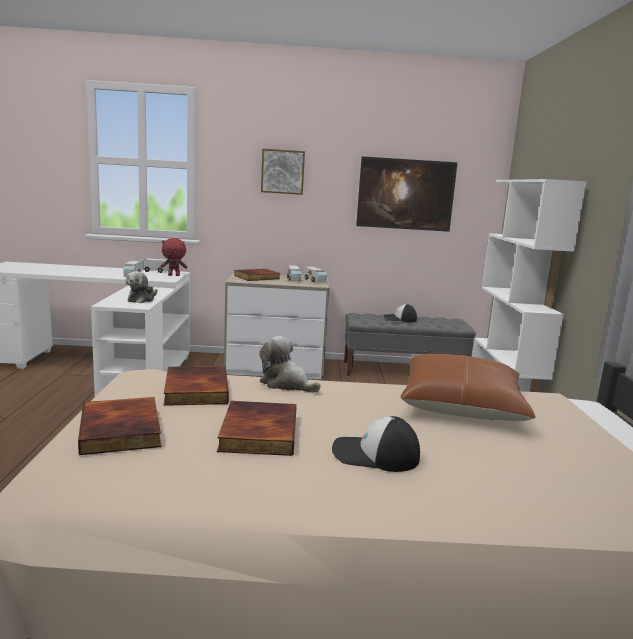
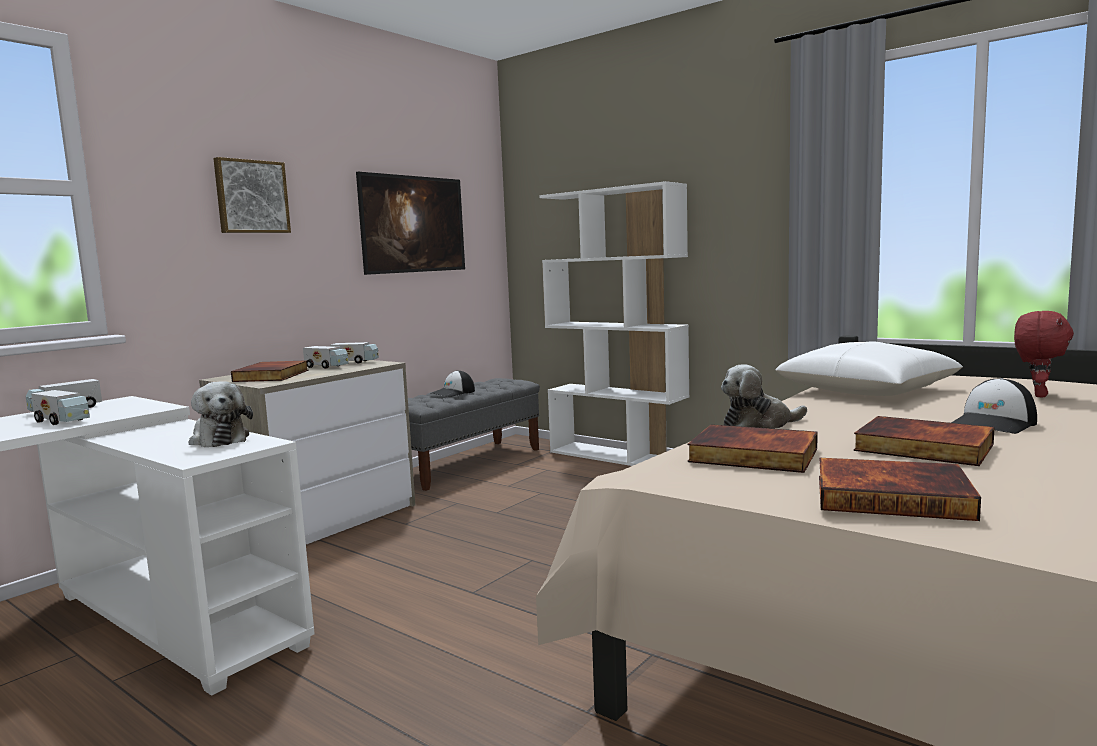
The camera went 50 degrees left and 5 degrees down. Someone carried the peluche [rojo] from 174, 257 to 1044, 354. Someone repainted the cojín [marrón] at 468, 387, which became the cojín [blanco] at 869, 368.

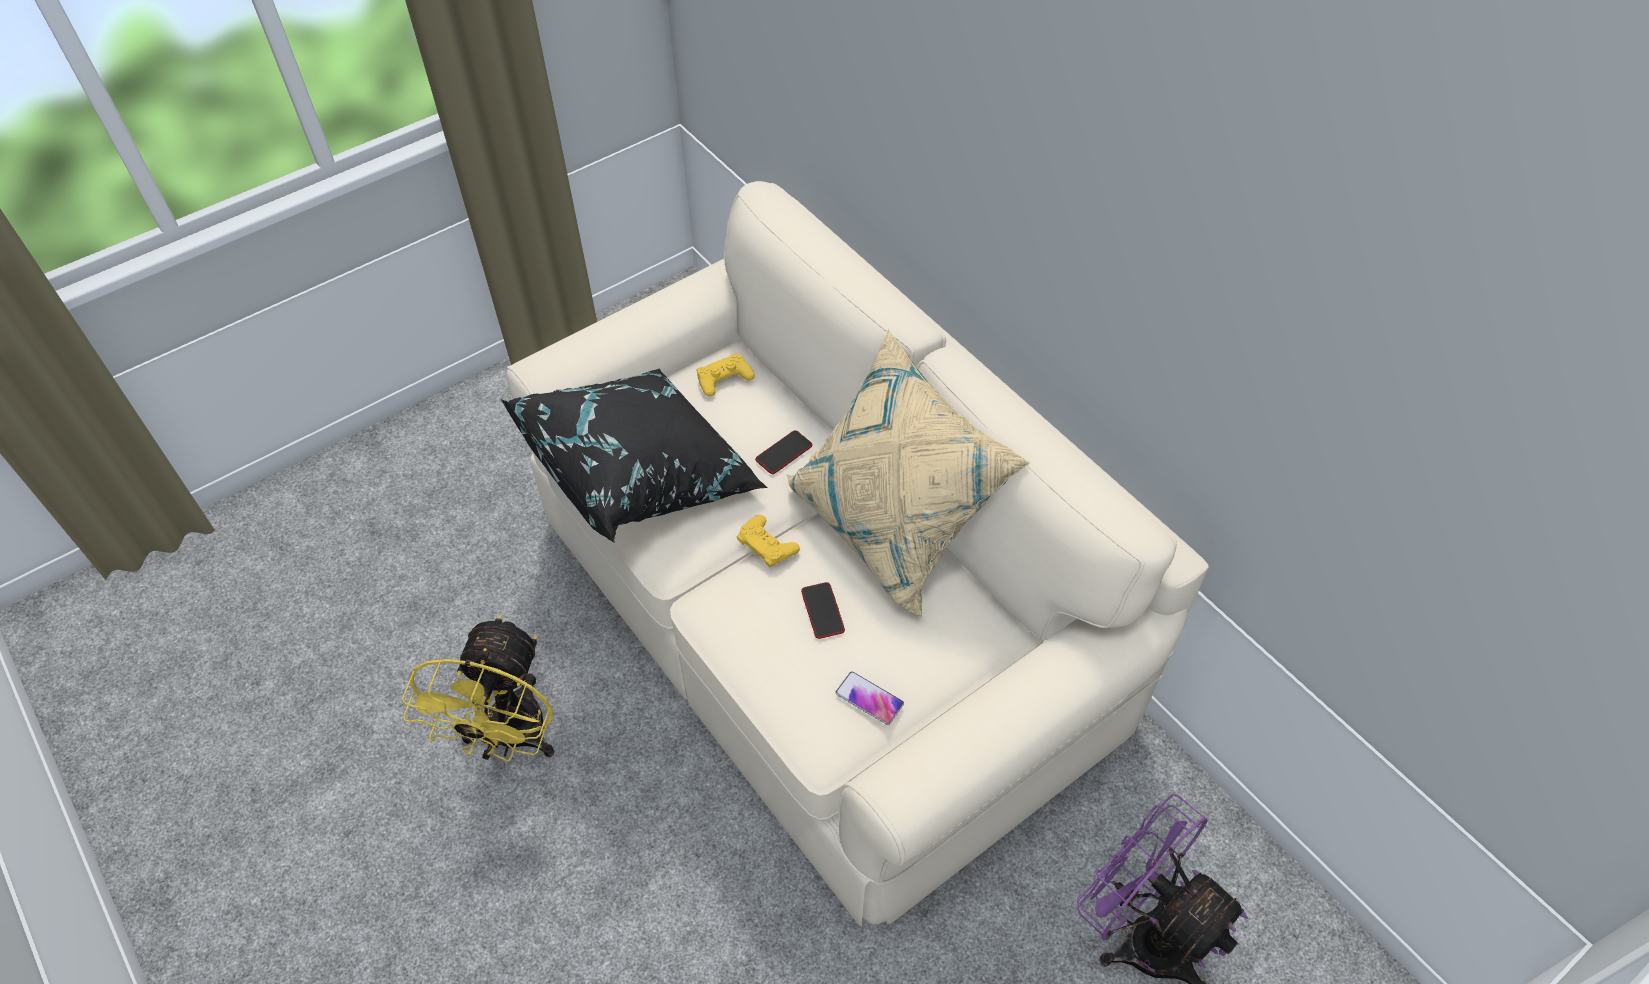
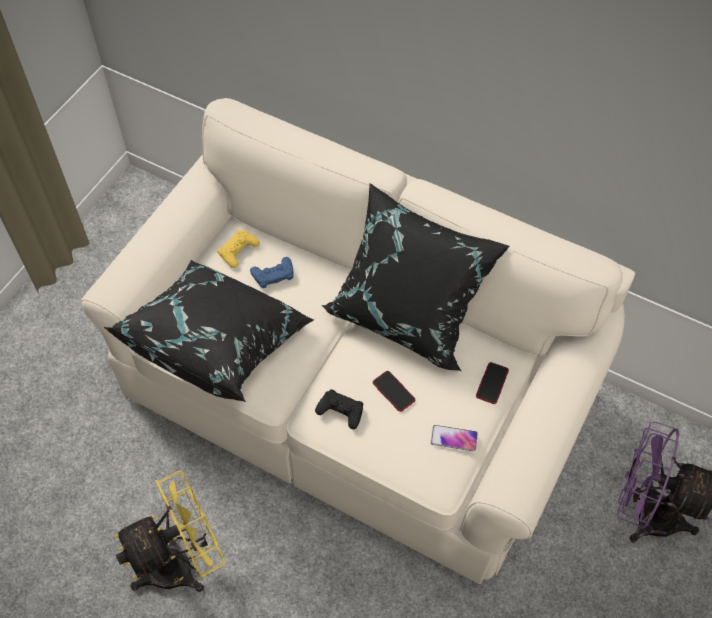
The camera went 25 degrees left and 5 degrees up. Someone took away the mando de consola [amarillo] at 768, 541. Someone put down the mando de consola [azul] at 271, 272. Someone put down the mando de consola [negro] at 339, 409. Someone carried the móvil from 783, 452 to 492, 383. Someone repainted the cojín [beis] at 908, 473, which became the cojín [negro] at 416, 277. Someone rotated the ventilador [amarillo] at 478, 688 by 105 degrees counterclockwise.

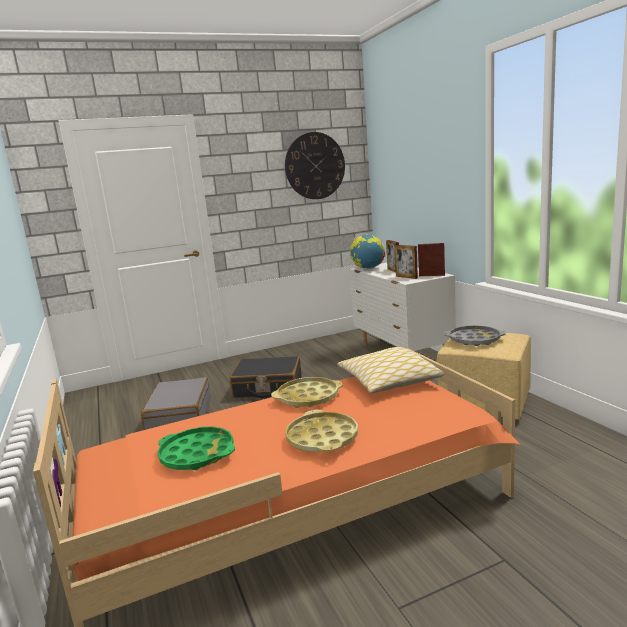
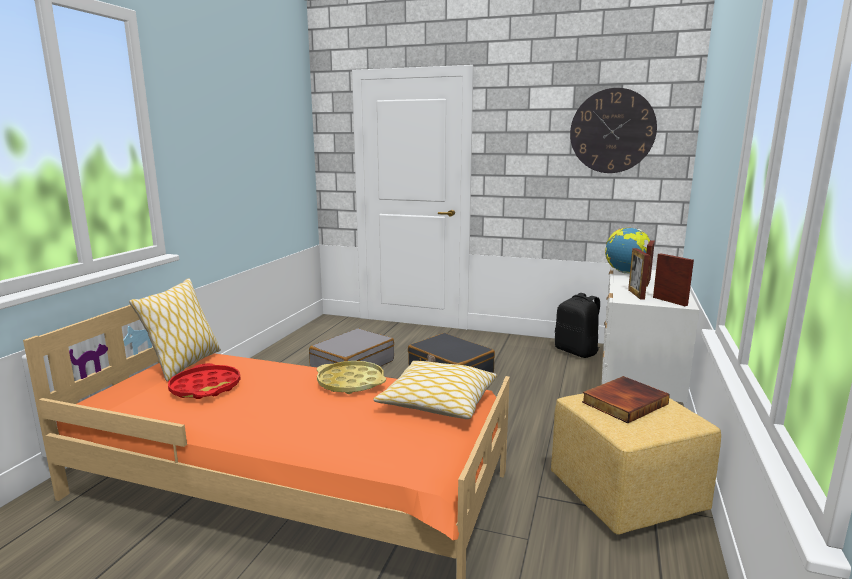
The camera went 40 degrees right and 0 degrees up. Someone took away the bandeja [amarillo] at 321, 431. Someone put down the cojín at 175, 330. Someone put down the mochila [negro] at 577, 325. Someone swapped the bandeja [gris] at 475, 335 for the libro at 626, 399. Someone repainted the bandeja [verde] at 196, 448, which became the bandeja [rojo] at 204, 381.

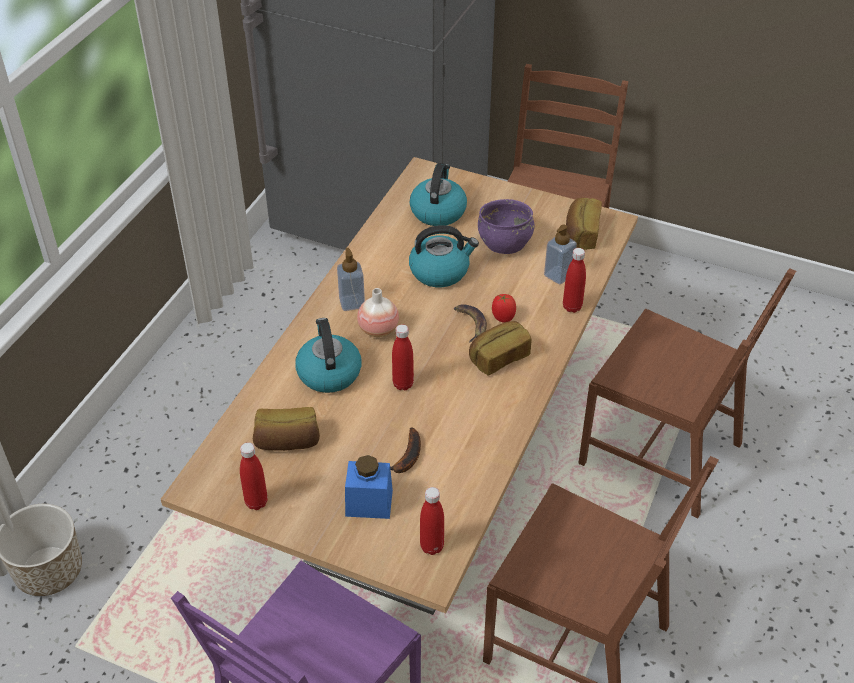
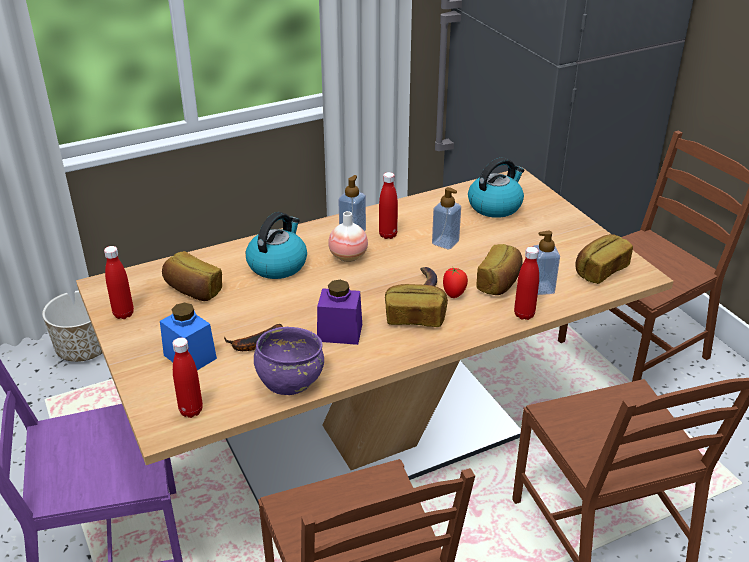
The camera went 40 degrees right and 10 degrees down. Someone put down the tarro [morado] at 339, 312. Someone put down the pan at 499, 269. Someone carried the botella [rojo] from 403, 357 to 388, 205. Someone carried the cuenco [morado] from 506, 226 to 289, 361. Someone swapped the hervidor at 444, 256 for the dispensador de jabón at 446, 218.

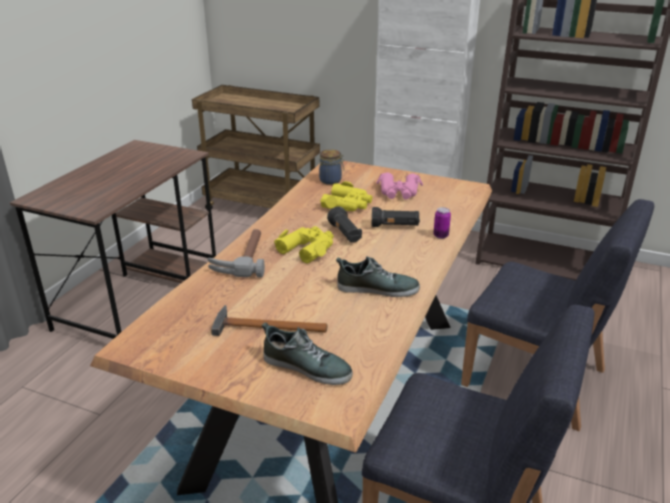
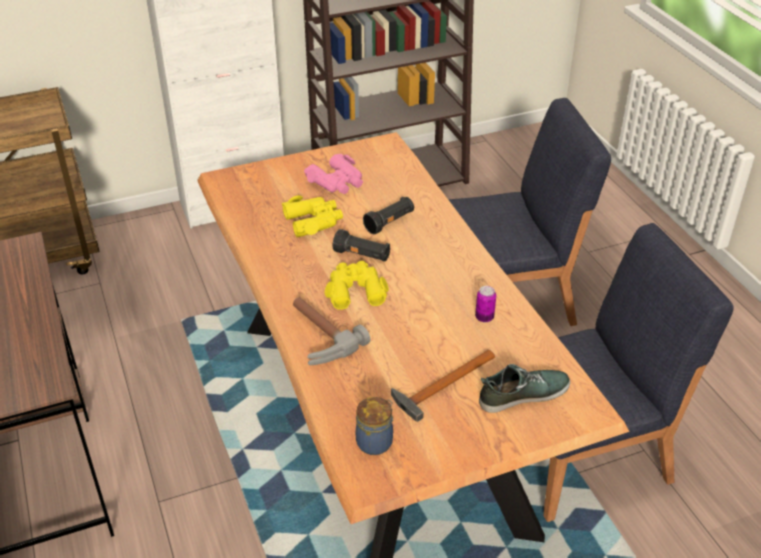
The camera went 45 degrees left and 10 degrees up. Someone took away the zapato at 378, 276. Someone carried the tarro from 331, 167 to 374, 426. Someone carried the lata from 442, 223 to 485, 304.

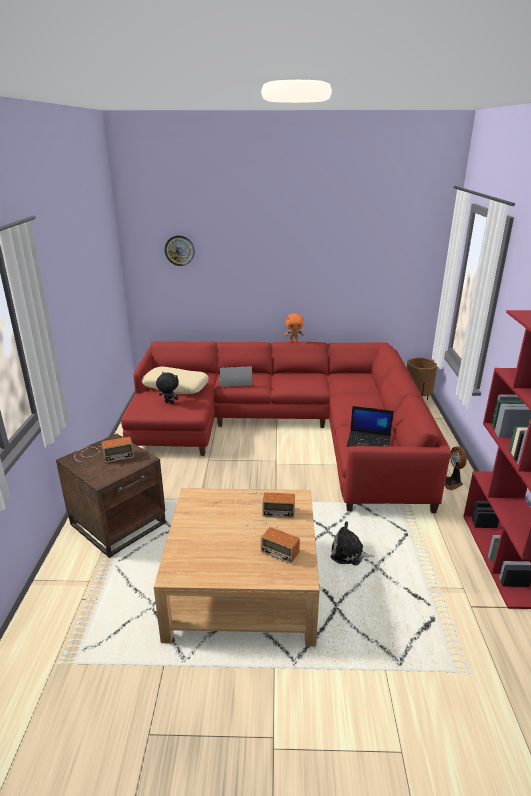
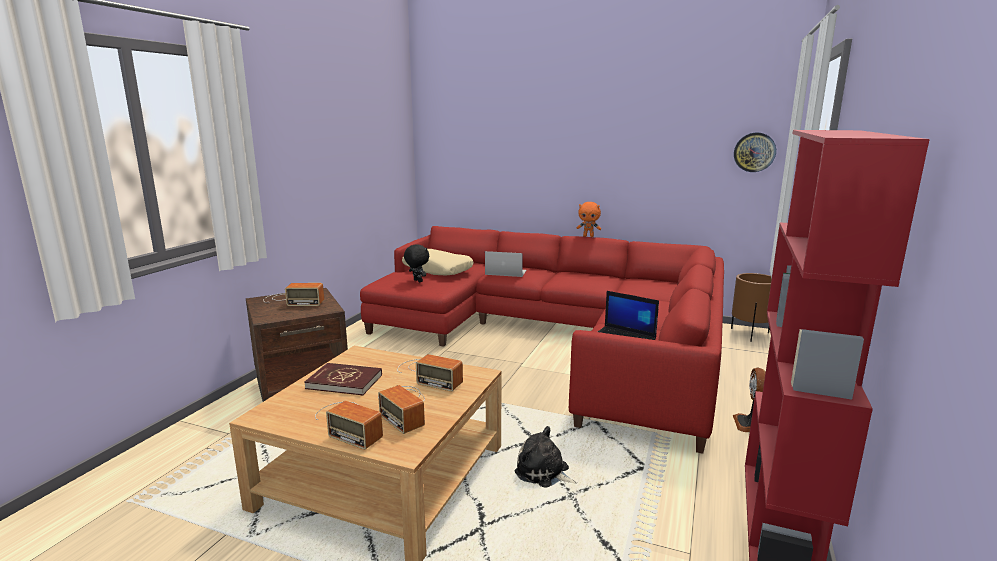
The camera went 20 degrees right and 10 degrees down. Someone put down the libro [rojo] at 343, 379. Someone put down the radio at 349, 425. Someone carried the reloj de pared from 180, 250 to 755, 152.

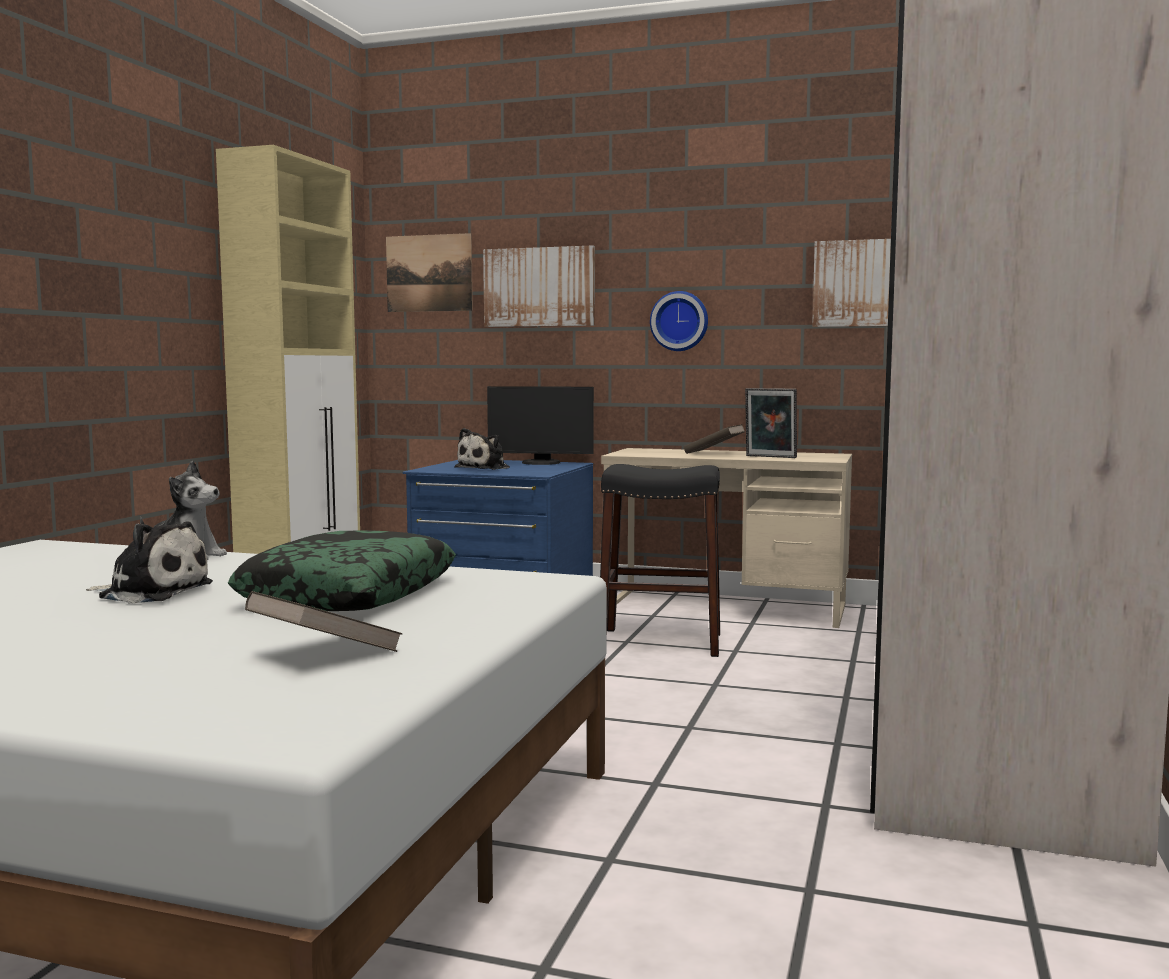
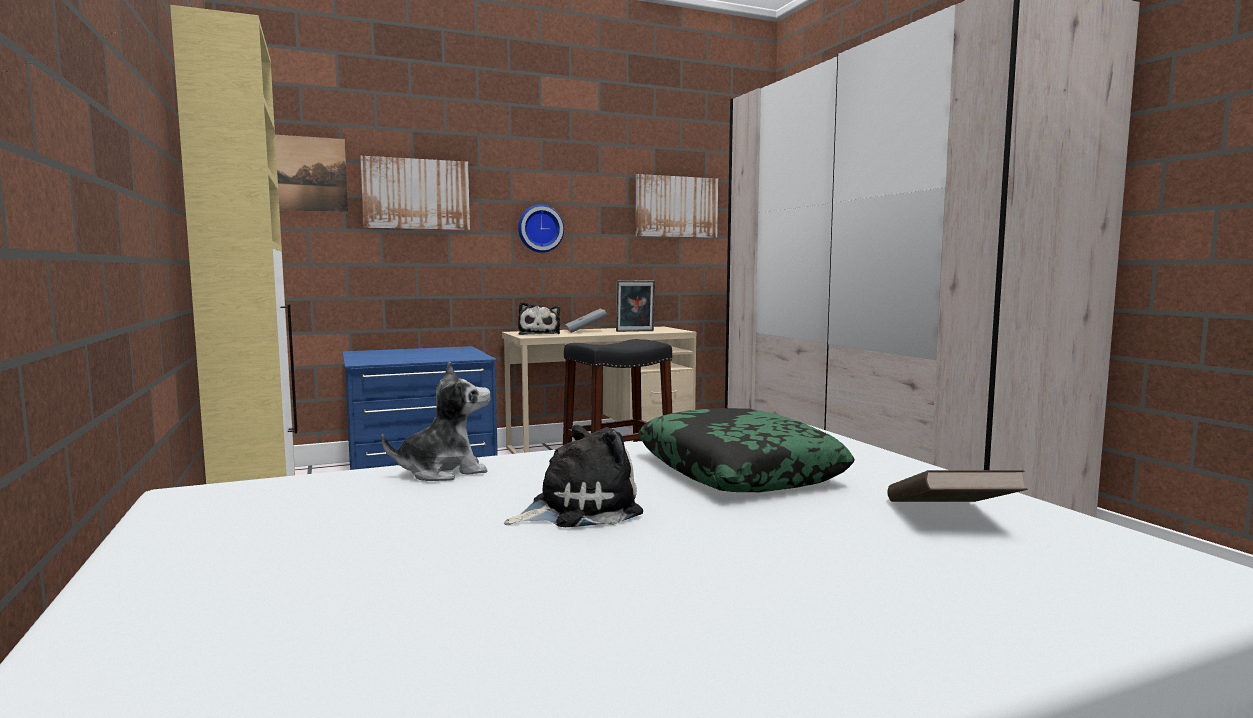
The camera went 40 degrees left and 0 degrees up. Someone took away the monitor at 540, 425. Someone carried the peluche from 482, 449 to 539, 318. Someone repainted the libro [marrón] at 715, 439, which became the libro [gris] at 586, 320.

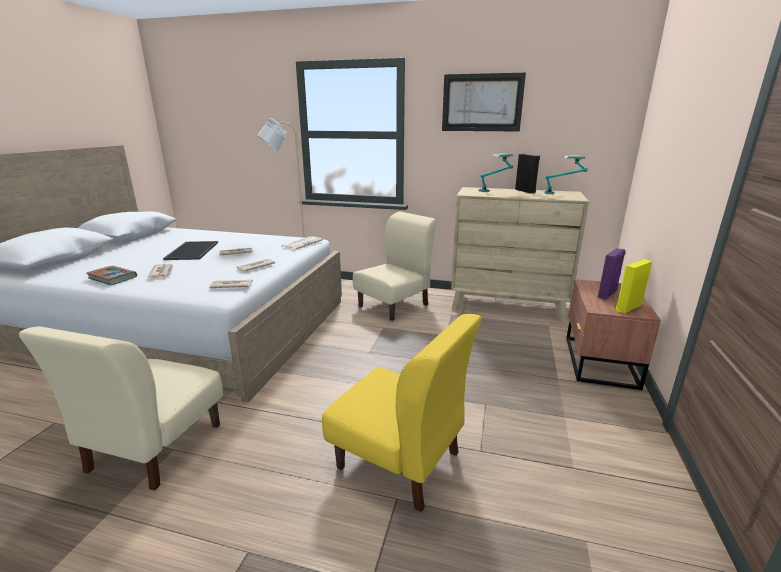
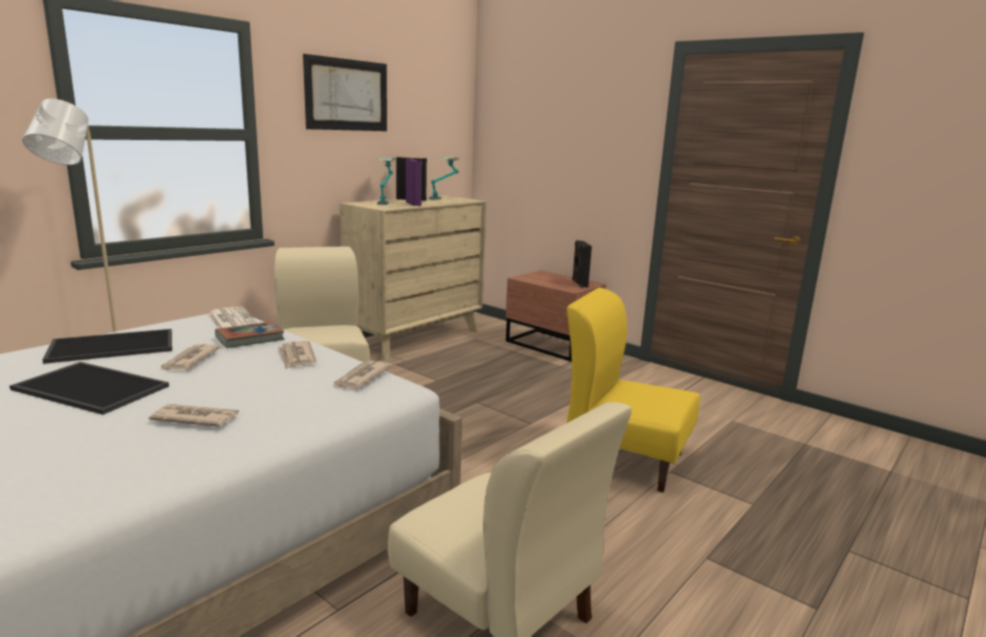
The camera went 65 degrees left and 5 degrees down. Someone put down the bandeja at 107, 346. Someone carried the libro from 111, 275 to 250, 334. Someone carried the altavoz [morado] from 612, 274 to 414, 182. Someone repainted the altavoz [amarillo] at 634, 286, which became the altavoz [negro] at 582, 264. Someone rotated the silla [amarillo] at 402, 413 by 120 degrees counterclockwise.

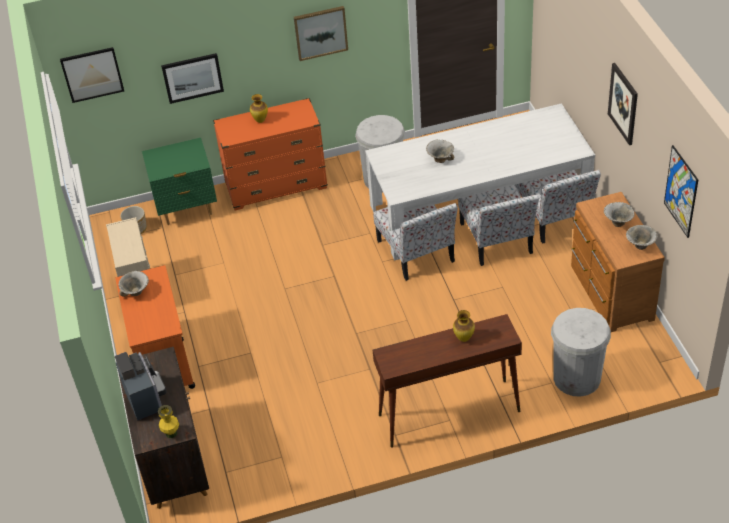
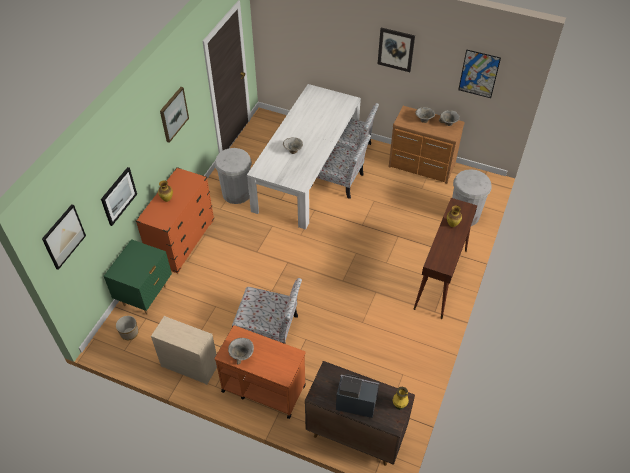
The camera went 55 degrees left and 5 degrees up. Someone carried the silla from 415, 242 to 267, 311.

